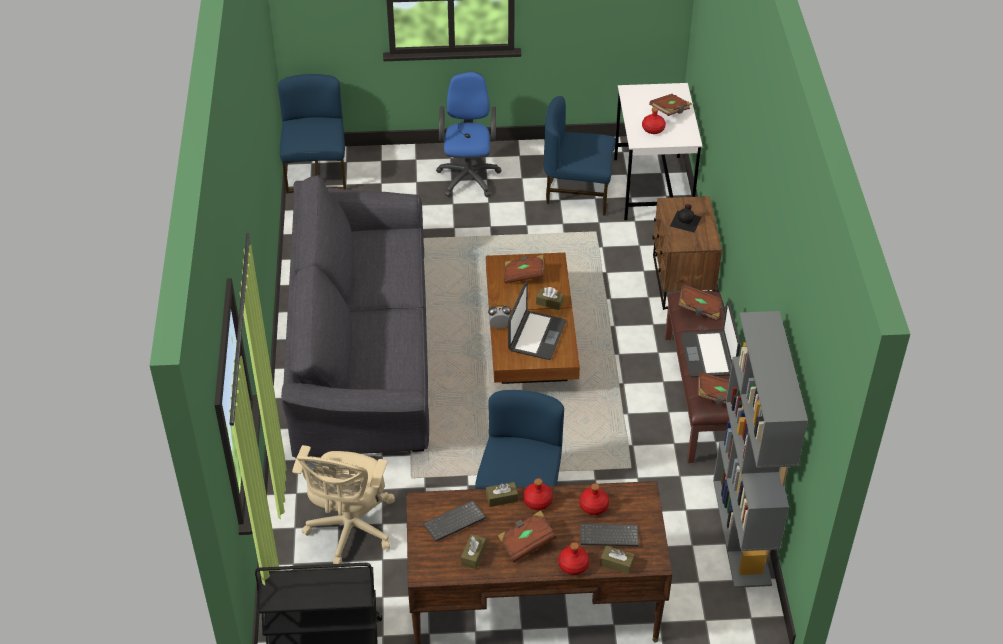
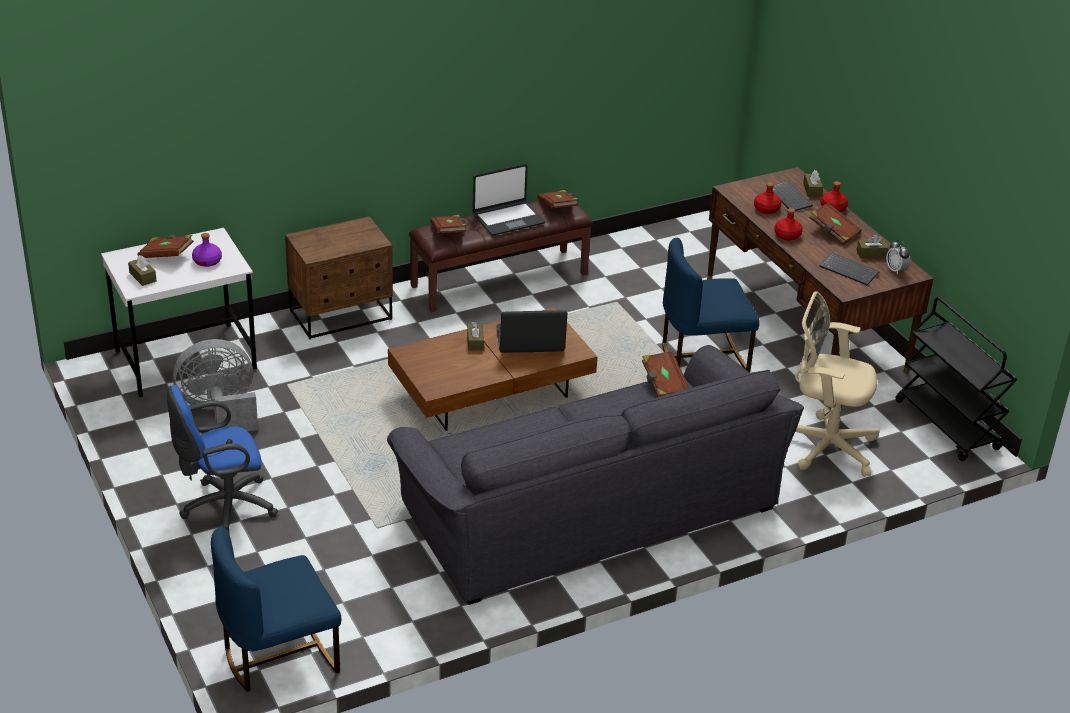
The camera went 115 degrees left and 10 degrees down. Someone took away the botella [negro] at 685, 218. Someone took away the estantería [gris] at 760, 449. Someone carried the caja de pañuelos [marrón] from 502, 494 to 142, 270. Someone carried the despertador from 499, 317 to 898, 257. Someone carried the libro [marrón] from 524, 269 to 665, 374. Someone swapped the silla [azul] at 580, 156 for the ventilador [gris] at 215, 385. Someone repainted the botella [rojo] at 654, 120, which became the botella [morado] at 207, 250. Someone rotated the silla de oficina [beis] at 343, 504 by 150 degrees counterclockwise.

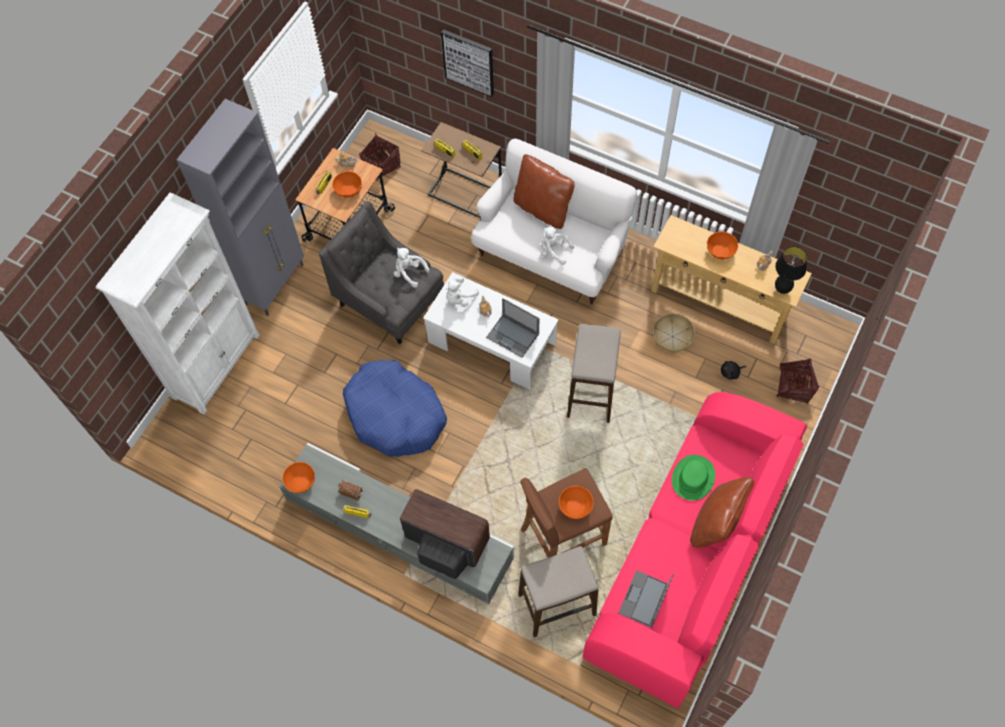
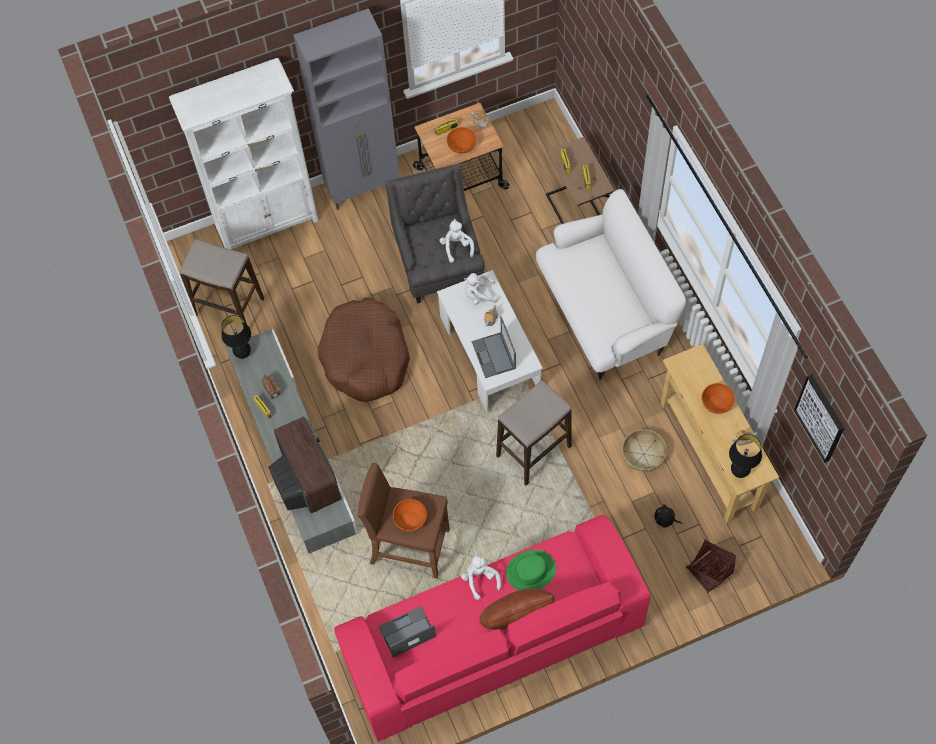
The camera went 40 degrees right and 0 degrees up. Someone took away the cesta at 380, 157. Someone took away the cojín [marrón] at 544, 191. Someone carried the cuadro from 467, 63 to 819, 418. Someone carried the taburete from 558, 591 to 222, 283. Someone carried the peluche [blanco] from 557, 246 to 481, 576. Someone swapped the cuenco [naranja] at 299, 477 for the lámpara de mesa [negro] at 236, 337. Someone repainted the cama para perro [azul] at 395, 408, which became the cama para perro [marrón] at 364, 349.

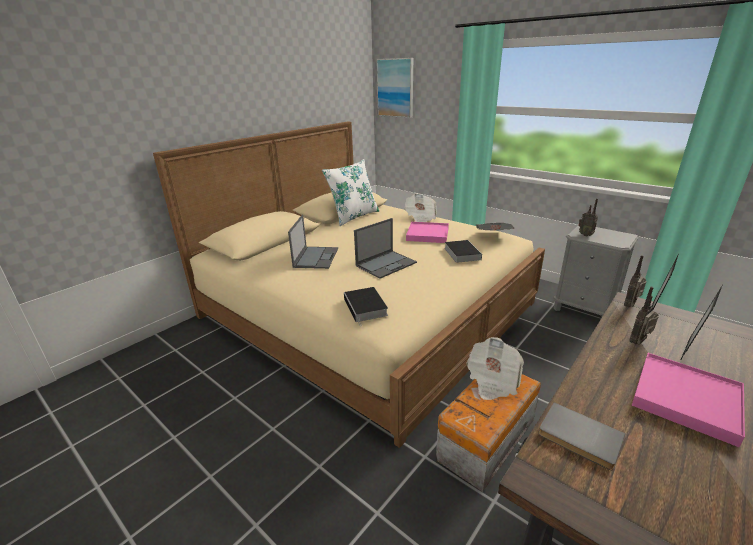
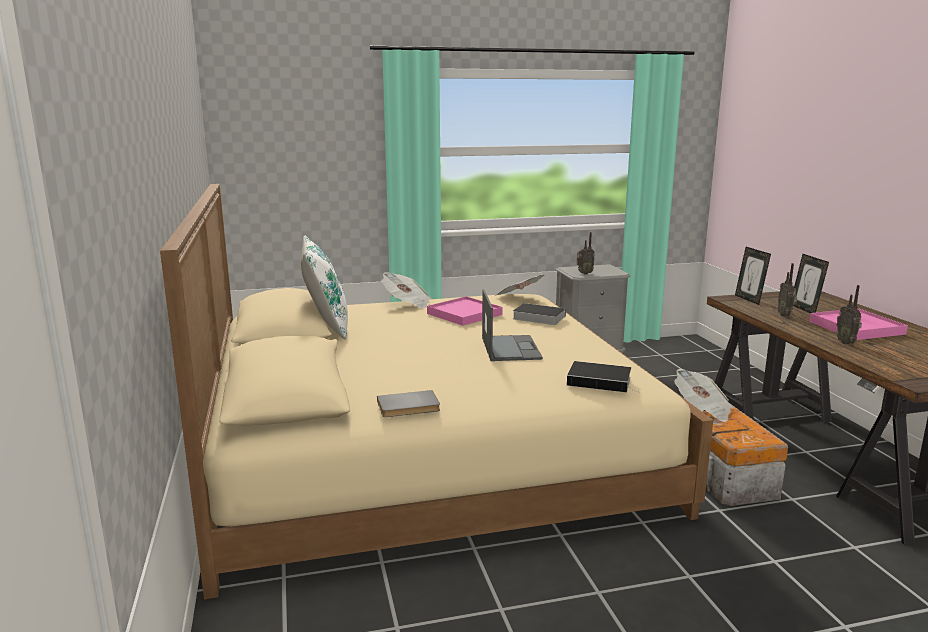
The camera went 55 degrees left and 10 degrees down. Someone took away the portátil at 313, 242. Someone took away the cuadro at 394, 88. Someone carried the libro [gris] from 581, 436 to 408, 403. Someone carried the radio from 635, 281 to 849, 315.

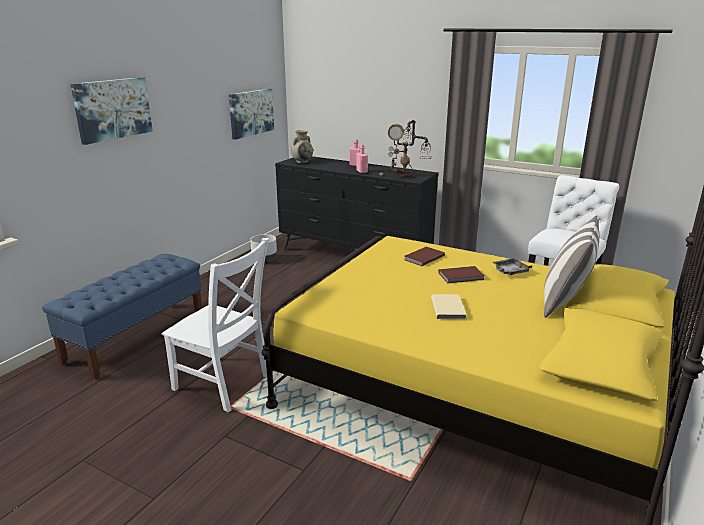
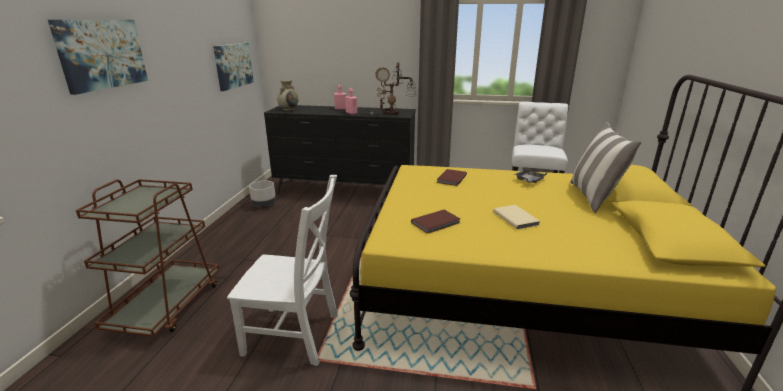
The camera went 20 degrees left and 0 degrees up. Someone carried the libro [marrón] from 461, 274 to 435, 222. Someone swapped the banco [azul] at 122, 317 for the carrito [marrón] at 147, 258.

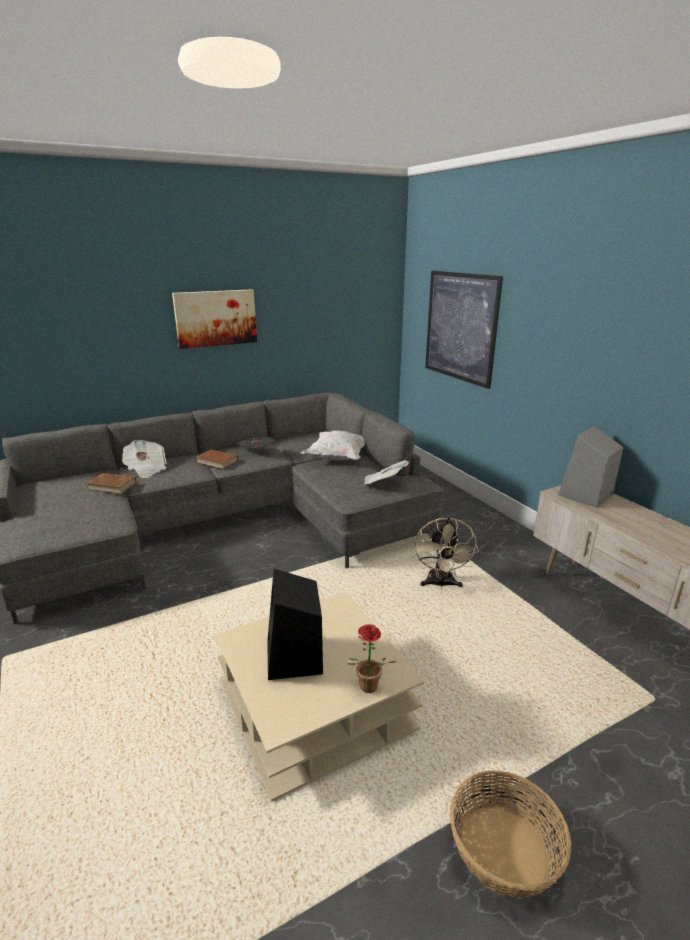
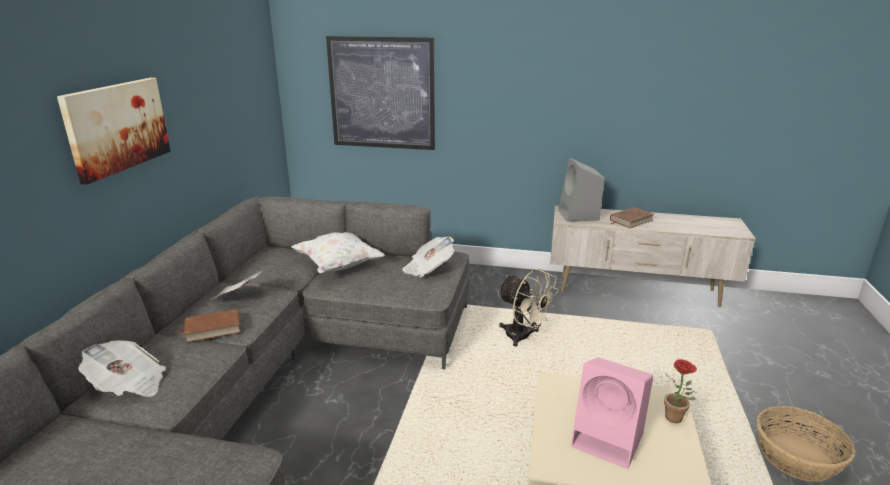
The camera went 50 degrees left and 0 degrees up. Someone carried the libro [marrón] from 111, 483 to 632, 217. Someone repainted the altavoz [negro] at 295, 624, which became the altavoz [rosa] at 612, 413.

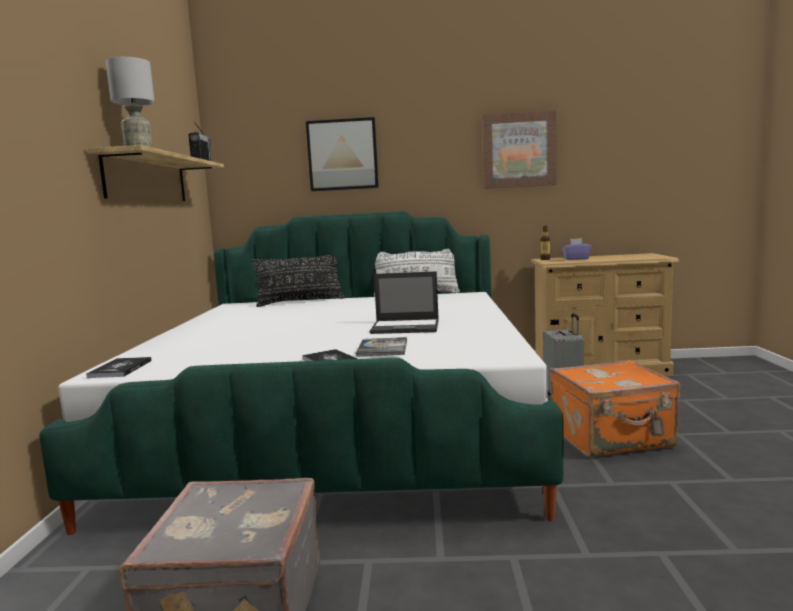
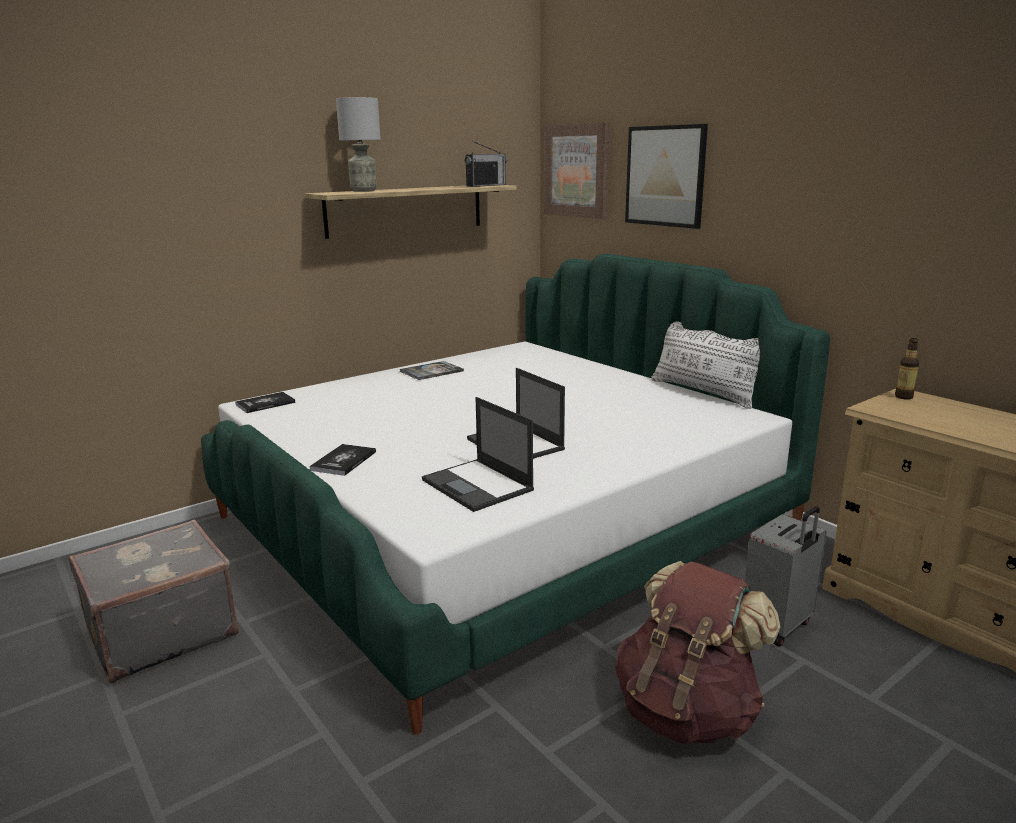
The camera went 50 degrees right and 10 degrees up. Someone took away the cojín [negro] at 298, 280. Someone took away the caja de pañuelos [morado] at 577, 249. Someone put down the portátil at 478, 454. Someone carried the libro from 381, 347 to 432, 370. Someone carried the cuadro from 519, 149 to 577, 170. Someone swapped the maleta [naranja] at 615, 408 for the mochila [marrón] at 697, 653.

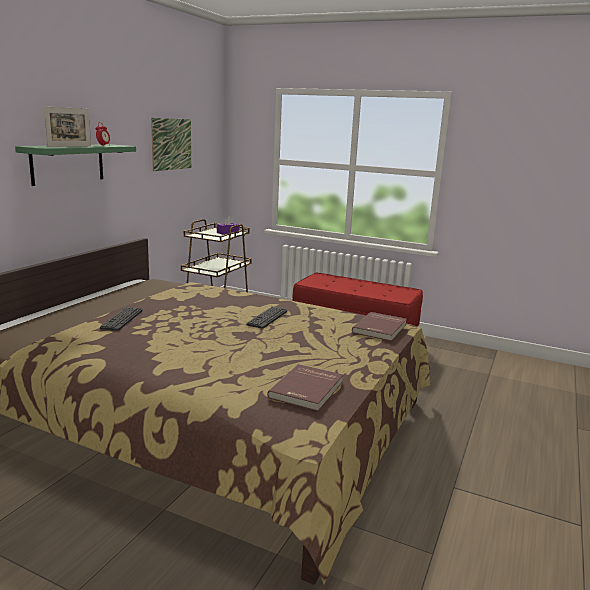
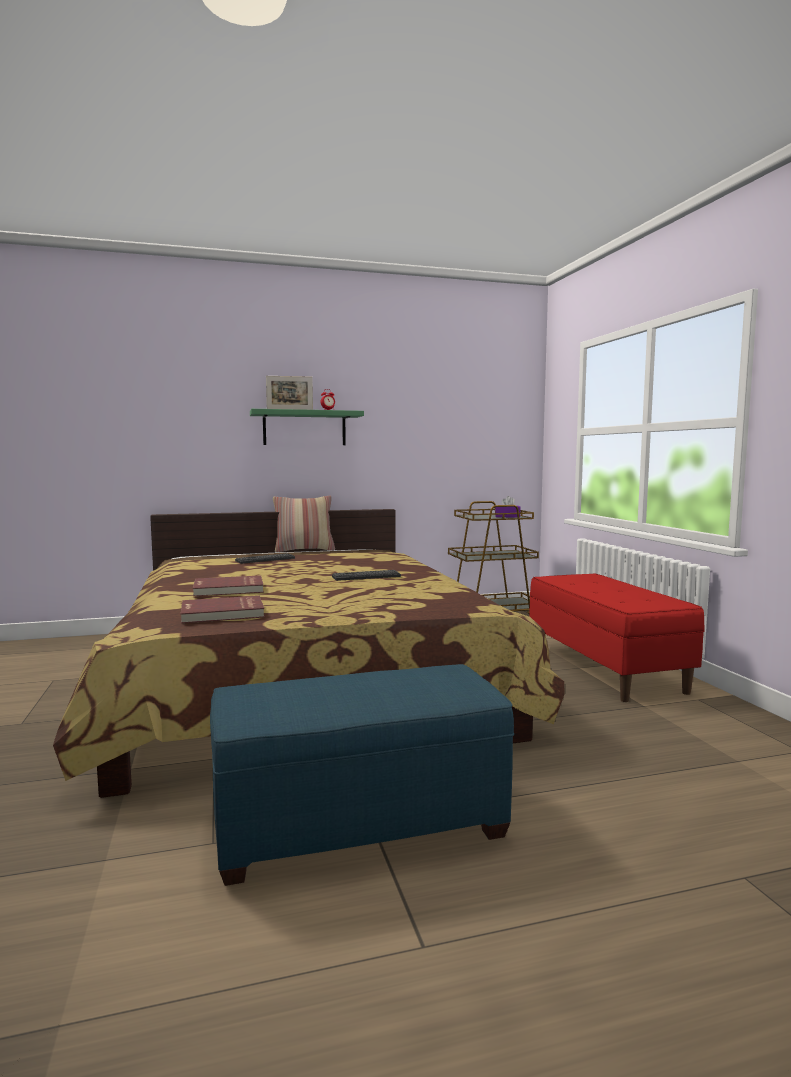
The camera went 50 degrees right and 10 degrees down. Someone took away the cuadro at 171, 144. Someone put down the puf [azul] at 362, 775. Someone put down the cojín at 304, 524. Someone carried the libro [rojo] from 379, 326 to 228, 586.

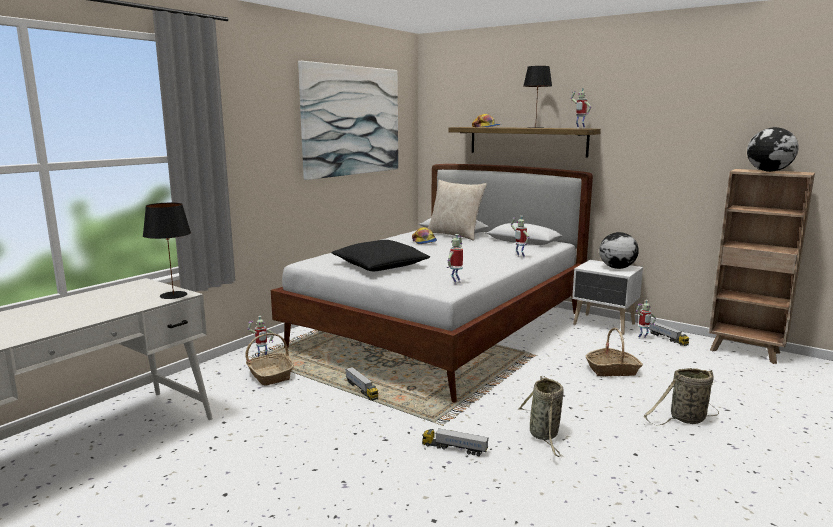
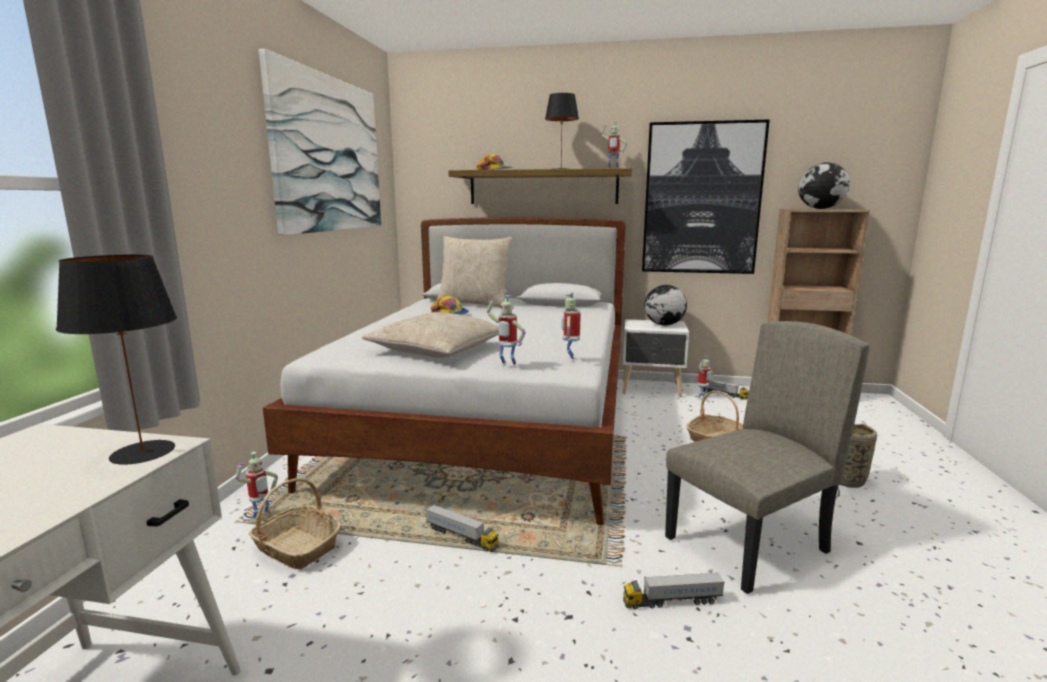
The camera went 25 degrees left and 0 degrees up. Someone put up the cuadro at 705, 197. Someone carried the robot de juguete from 520, 237 to 506, 331. Someone swapped the cesta at 540, 416 for the silla [beis] at 767, 457. Someone repainted the cojín [negro] at 380, 255, which became the cojín [beis] at 430, 335.

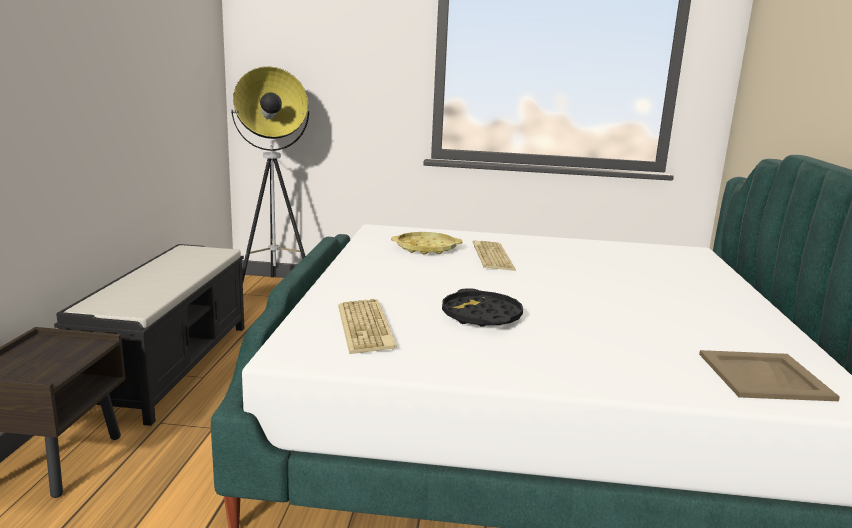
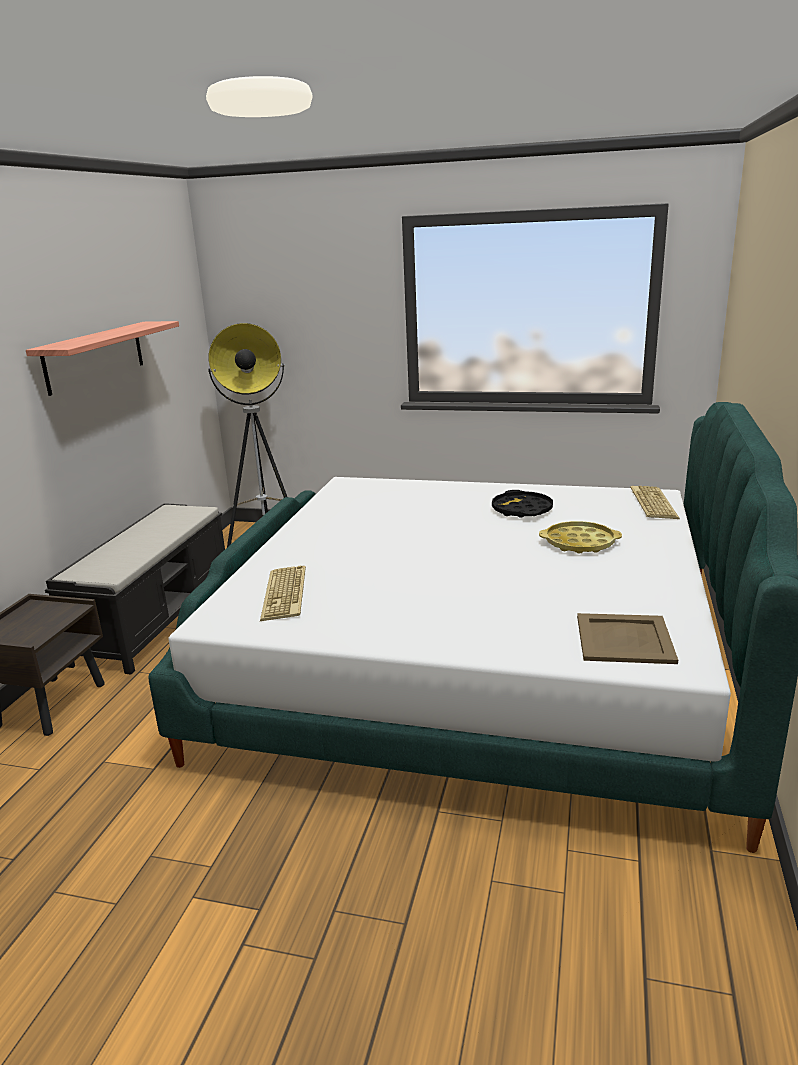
The camera went 10 degrees right and 5 degrees up. Someone put up the estante at 102, 358. Someone carried the bandeja [amarillo] from 427, 243 to 580, 537. Someone carried the bandeja [negro] from 482, 307 to 522, 504. Someone carried the teclado from 494, 256 to 655, 502.

